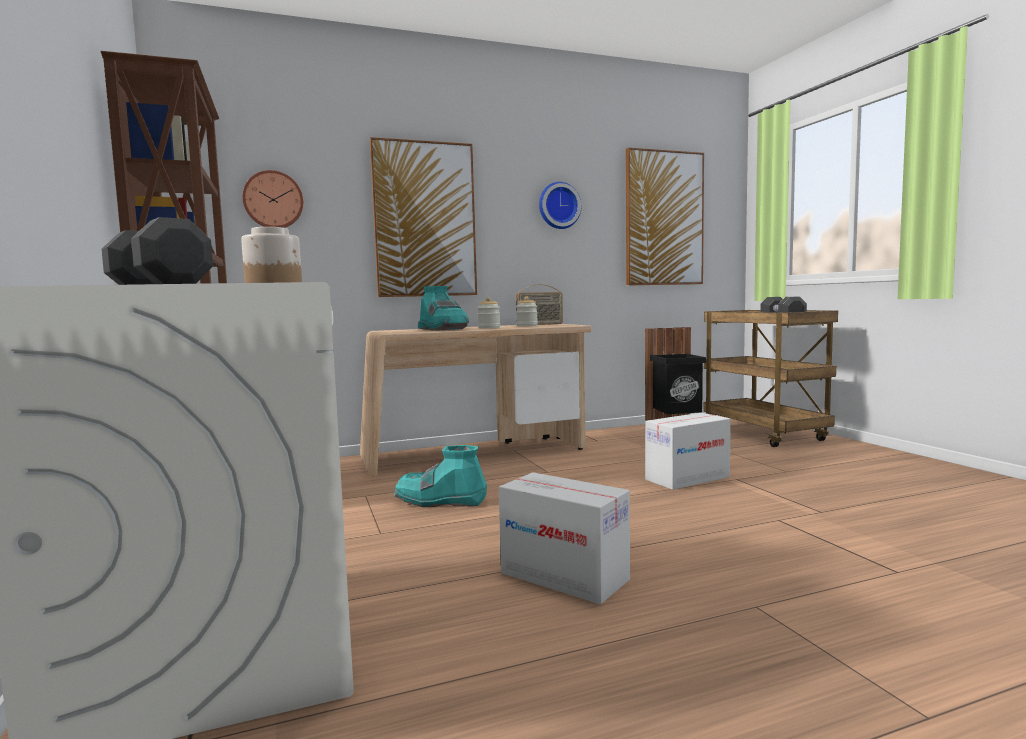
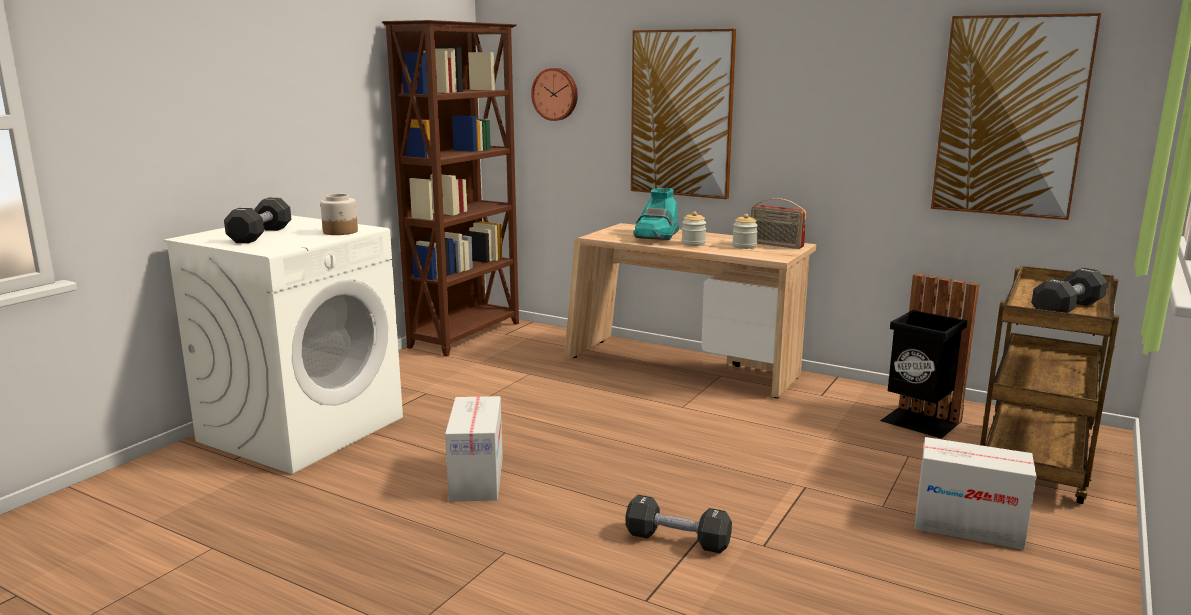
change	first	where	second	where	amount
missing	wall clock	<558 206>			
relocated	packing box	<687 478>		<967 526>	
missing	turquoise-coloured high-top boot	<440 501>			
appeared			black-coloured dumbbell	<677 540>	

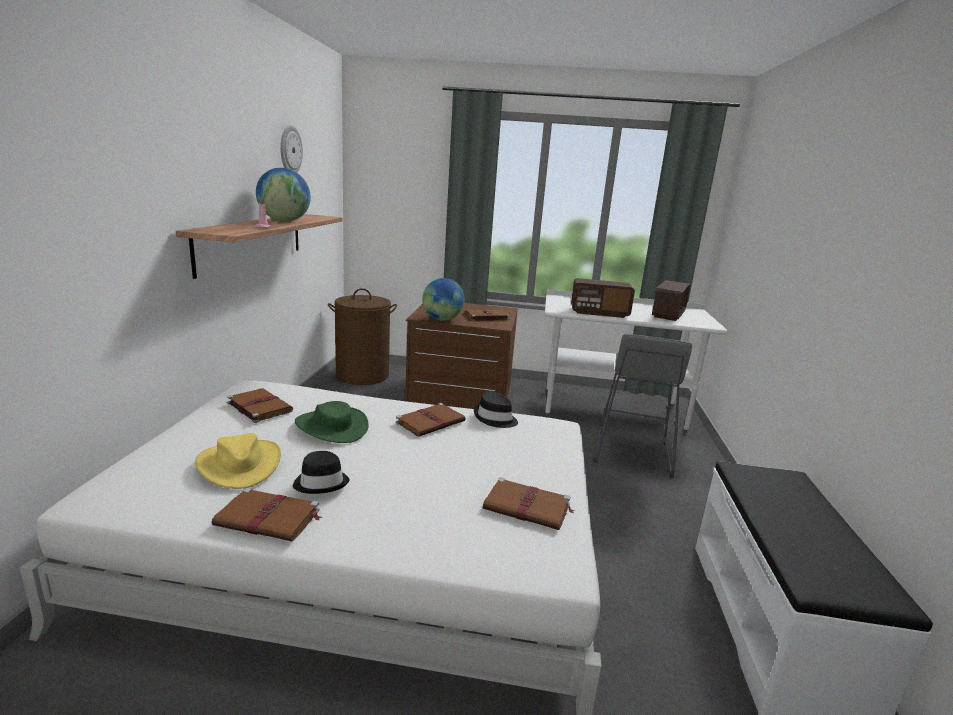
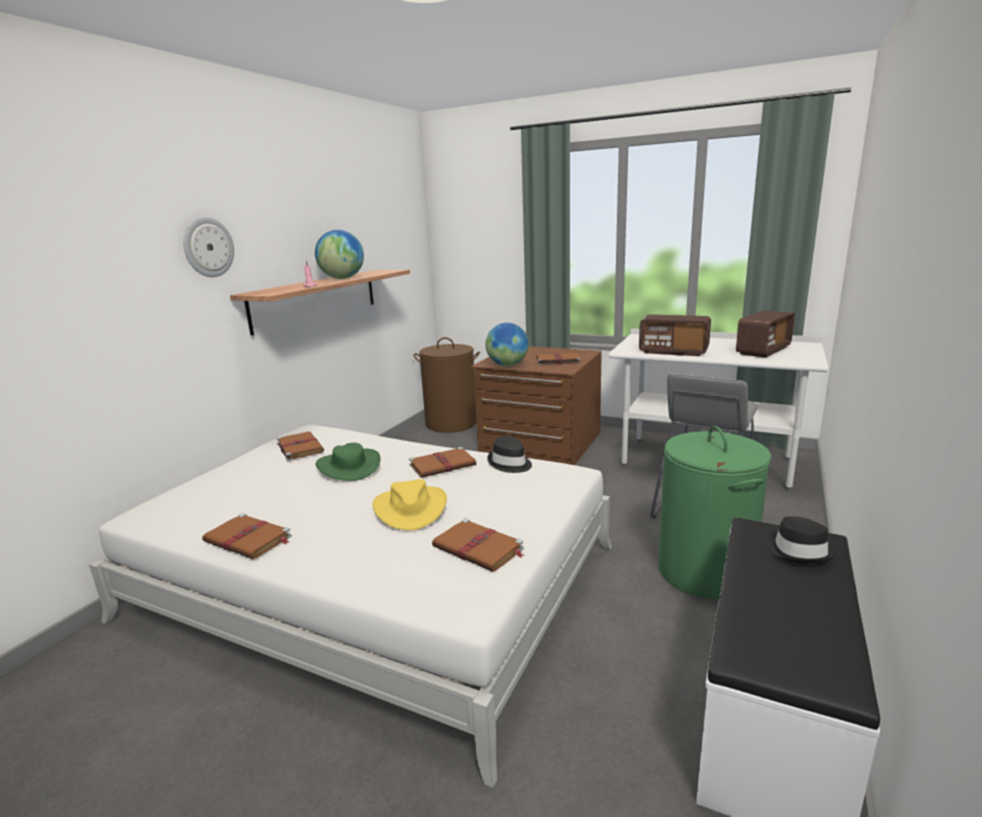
change	first	where	second	where	amount
relocated	wall clock	<290 150>		<208 247>	
relocated	yellow wearable hat	<239 464>		<410 508>	
relocated	black-coloured wearable hat	<321 482>		<798 551>	
appeared			greenish washing basket	<705 572>	

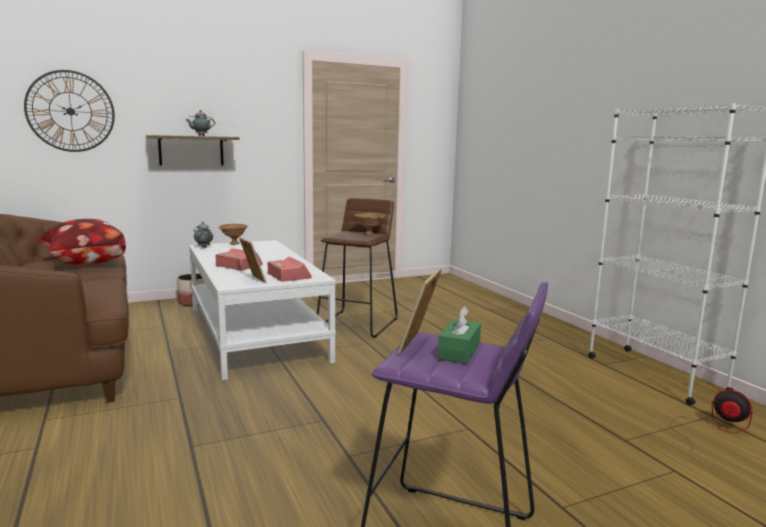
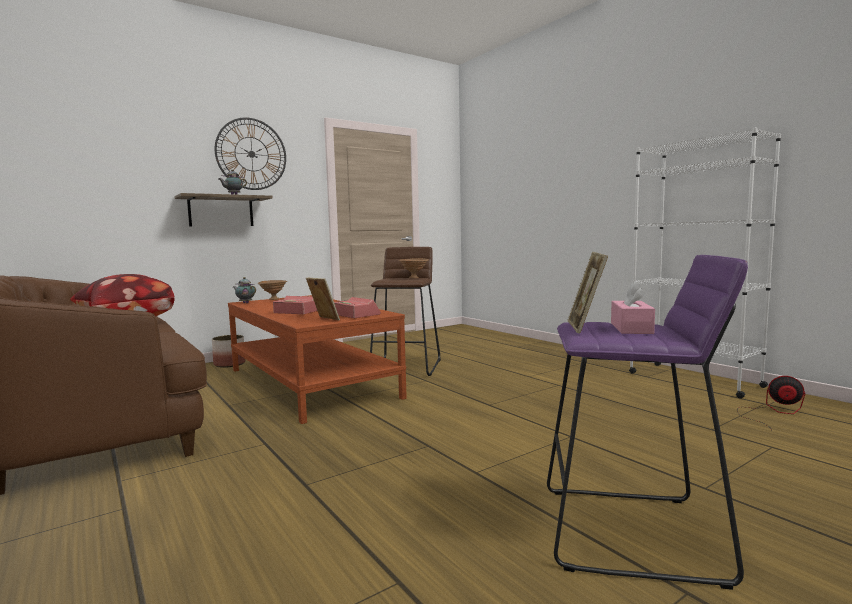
change	first	where	second	where	amount
relocated	wall clock	<70 111>		<251 154>	
colour	white low table	<255 333>	brown low table	<310 383>	
colour	greenish tissue holder	<459 351>	pink-coloured tissue holder	<631 328>	

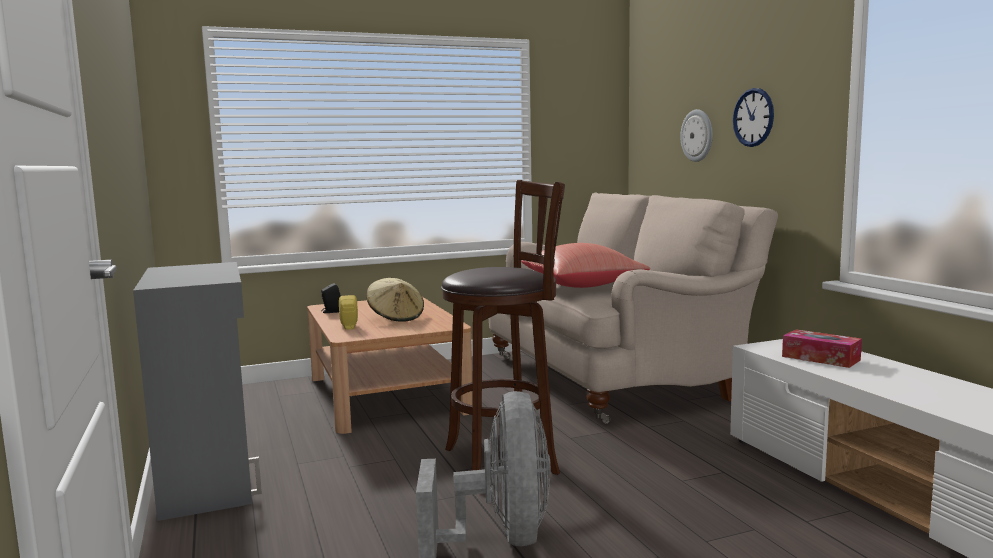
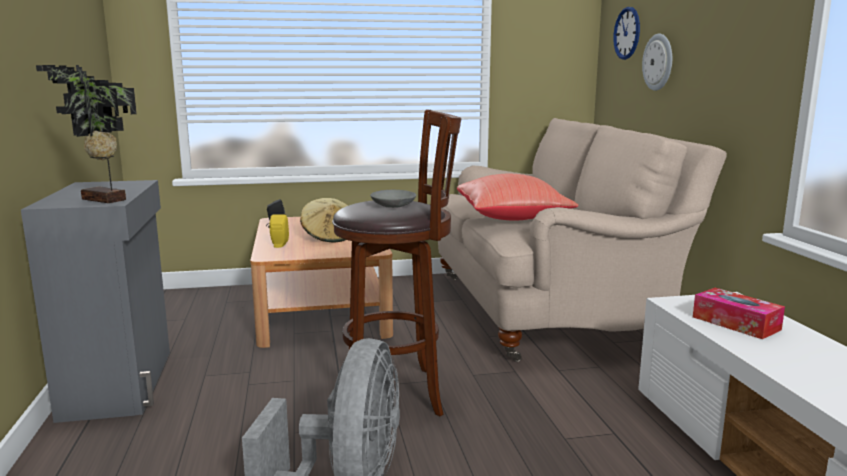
change	first	where	second	where	amount
relocated	wall clock	<753 117>		<627 33>	
appeared			plant in a pot	<102 200>	
appeared			greyish serving bowl	<393 206>	

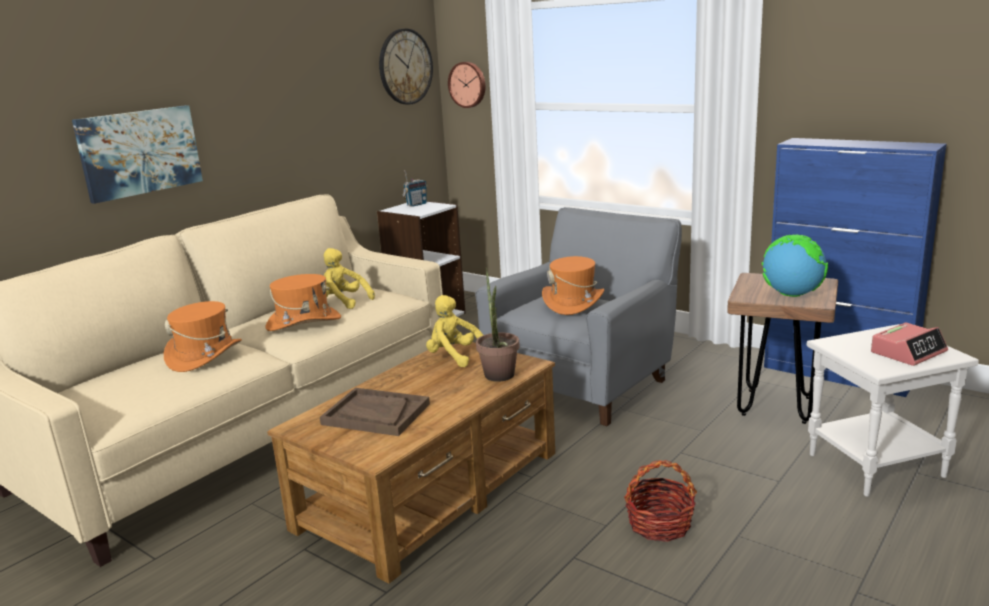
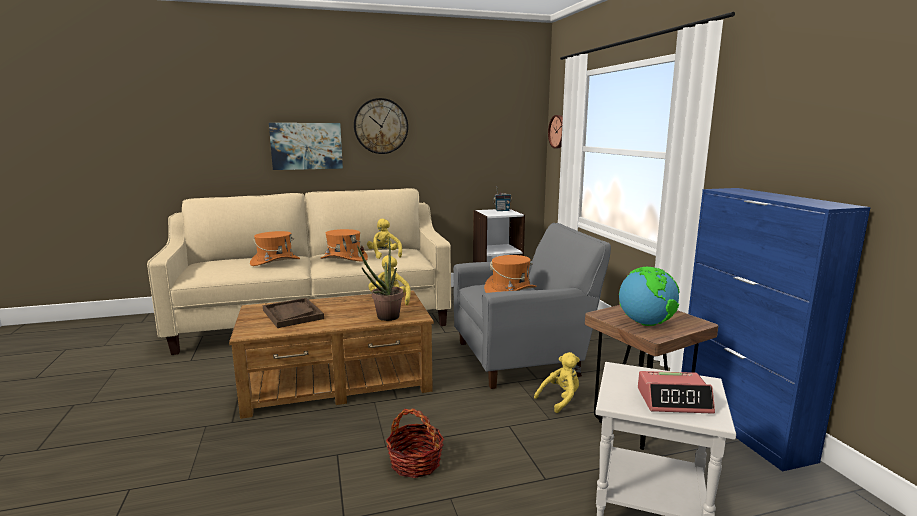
change	first	where	second	where	amount
relocated	wall clock	<405 67>		<381 126>	
appeared			yellow plush toy	<560 399>	

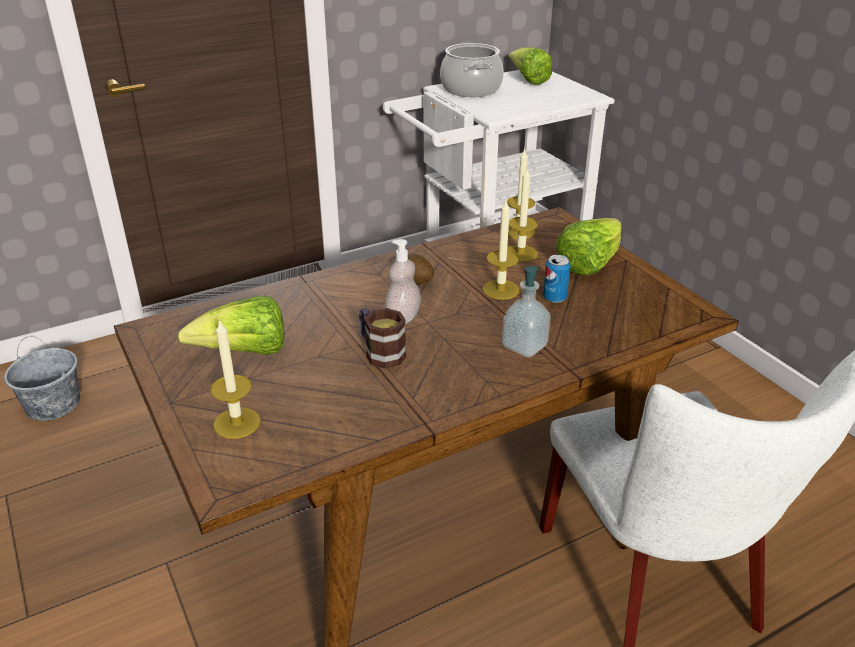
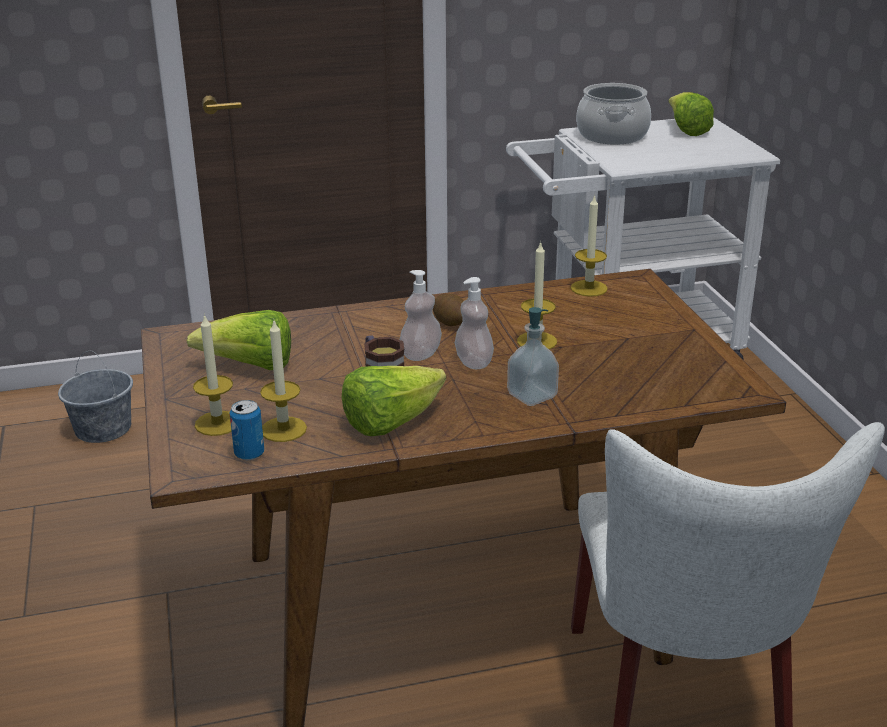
change	first	where	second	where	amount
relocated	wax candle	<520 253>		<283 429>	
relocated	lettuce head	<589 264>		<391 422>	
relocated	metal can	<554 298>		<249 454>	
appeared			liquid soap bottle	<474 362>	

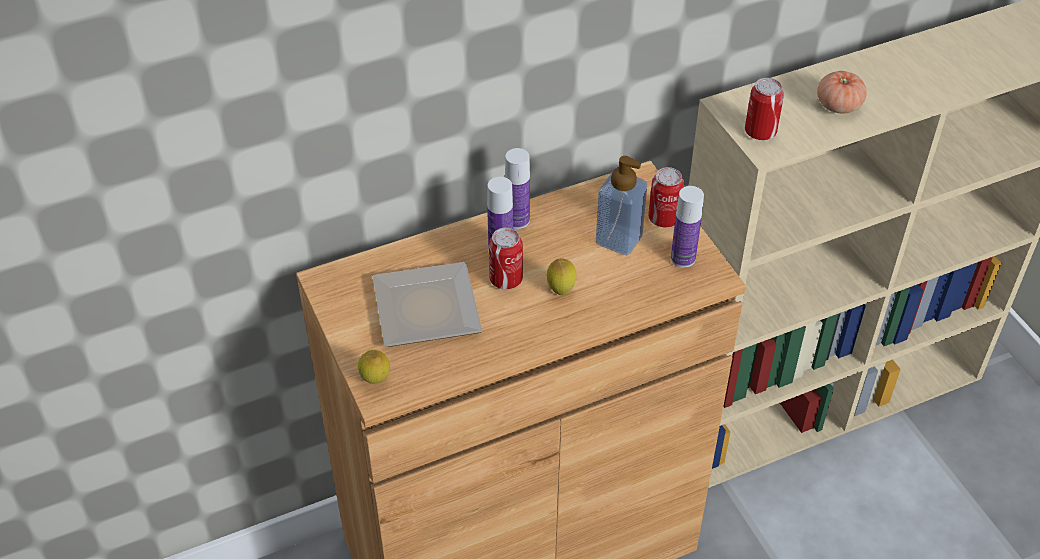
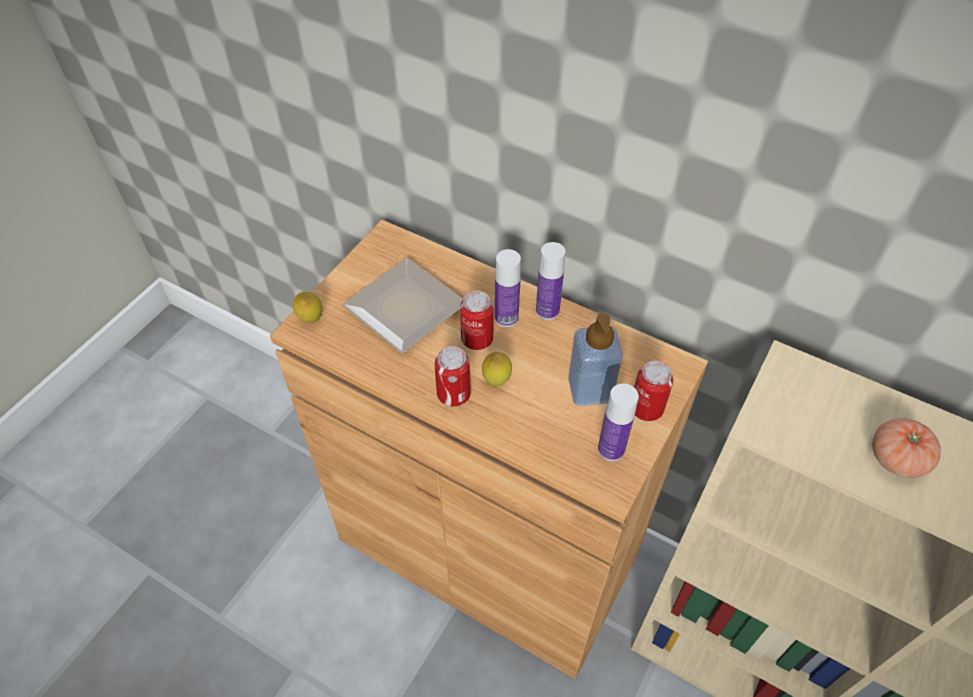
change	first	where	second	where	amount
relocated	metal can	<760 132>		<453 394>	

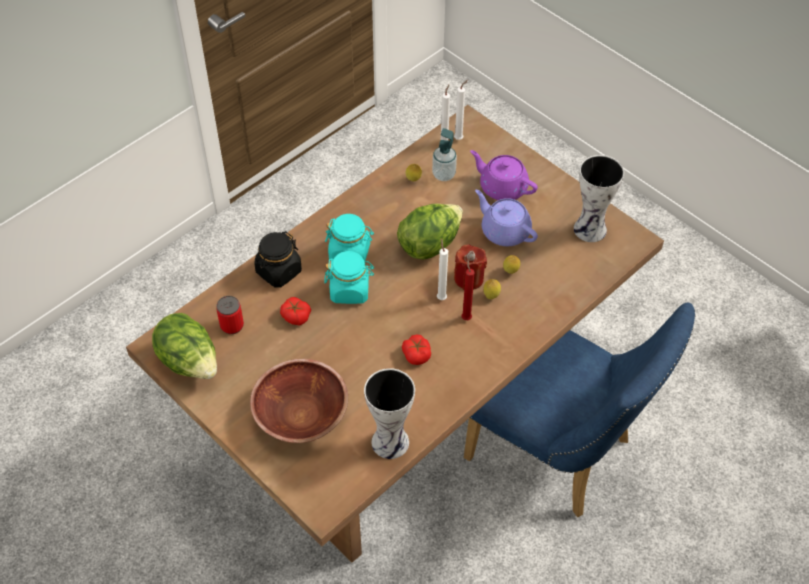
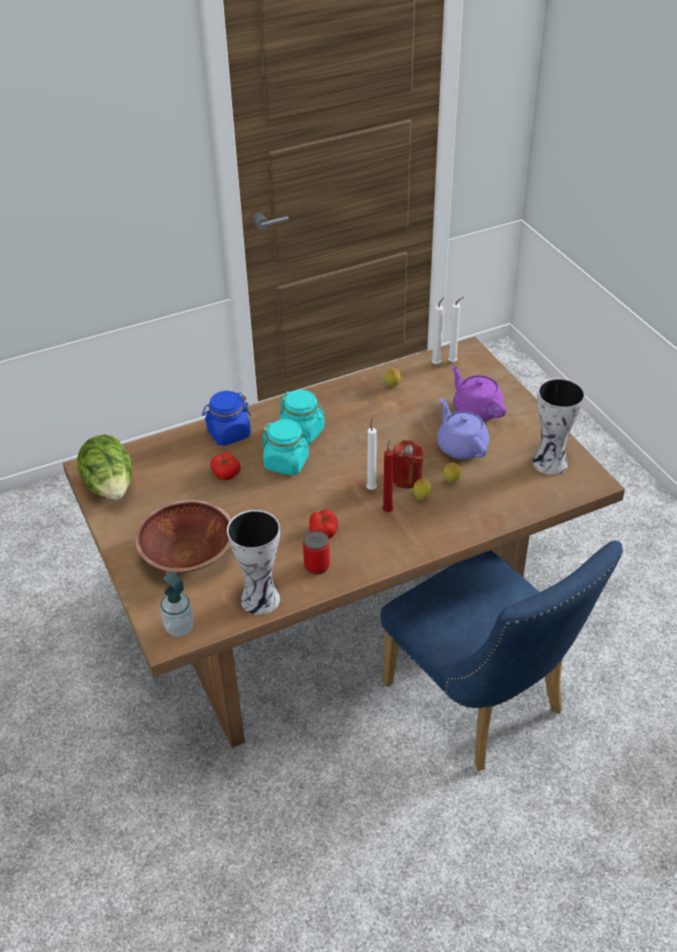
change	first	where	second	where	amount
relocated	liquid soap bottle	<443 174>		<179 627>	
missing	lettuce head	<430 244>			
colour	black-coloured jar	<278 272>	blue-coloured jar	<228 433>	
relocated	metal can	<232 325>		<317 566>	

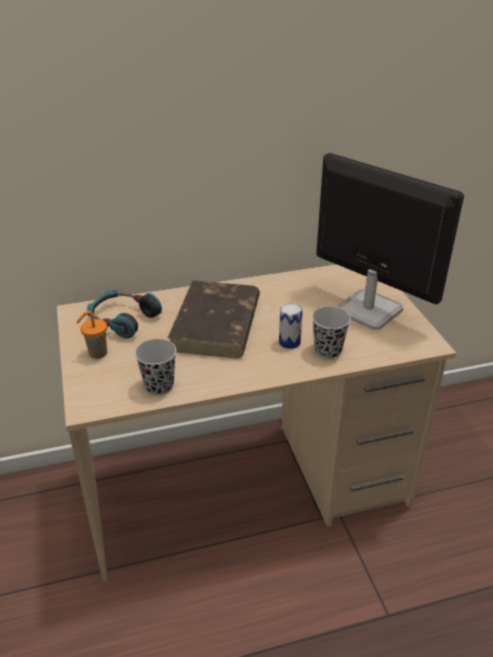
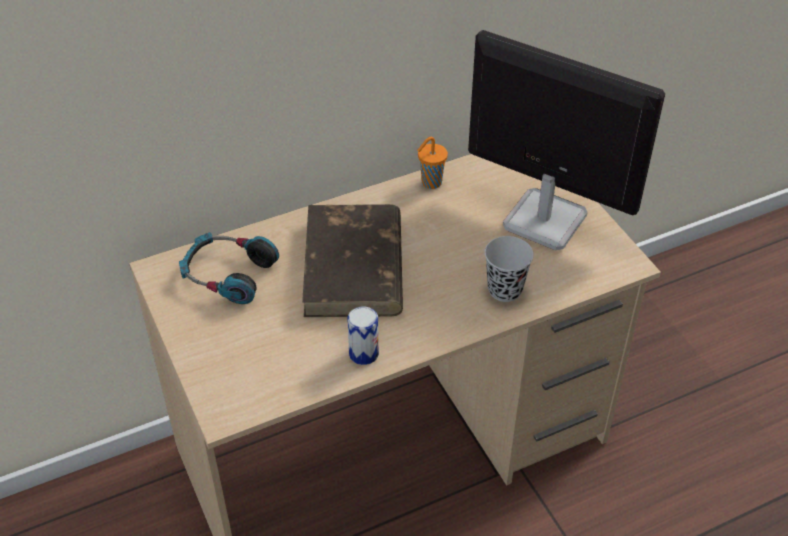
change	first	where	second	where	amount
relocated	metal can	<289 342>		<363 353>	
relocated	orangey small cup	<97 354>		<430 183>	
missing	black-coloured small cup	<159 386>			

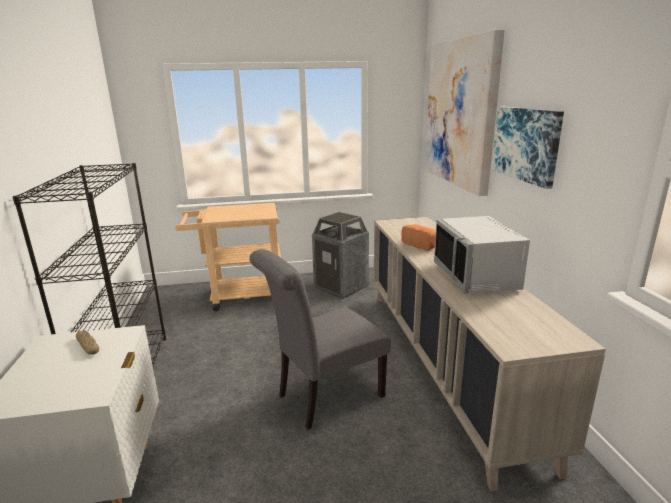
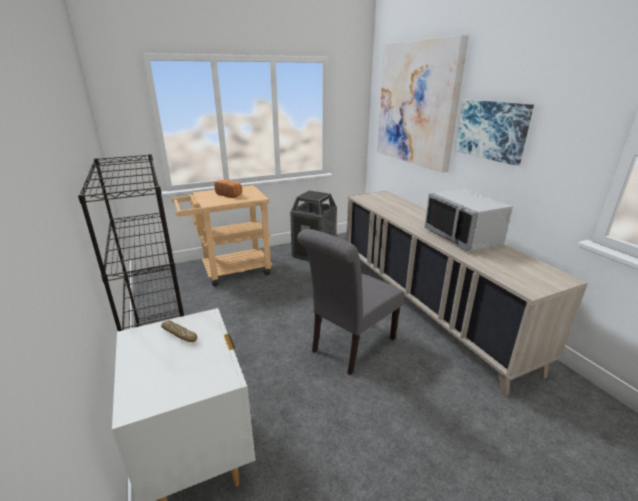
change	first	where	second	where	amount
relocated	baked bread	<421 245>		<230 195>	

